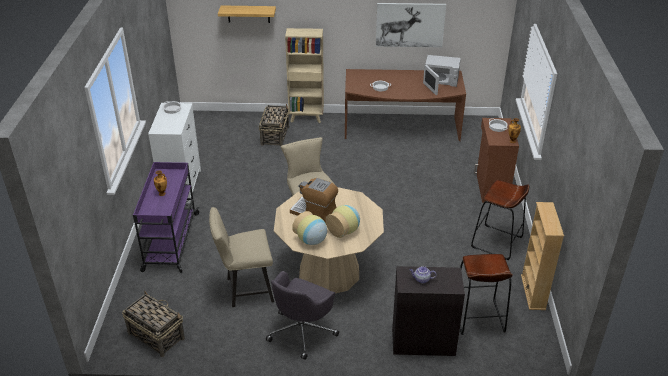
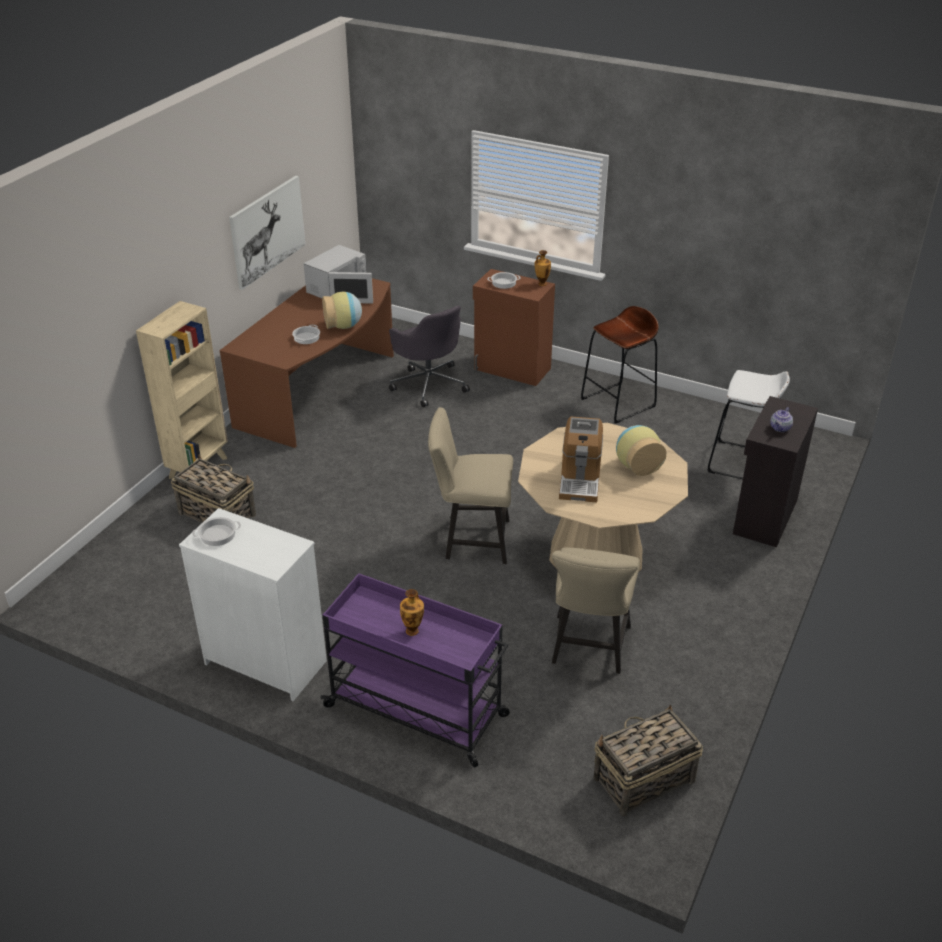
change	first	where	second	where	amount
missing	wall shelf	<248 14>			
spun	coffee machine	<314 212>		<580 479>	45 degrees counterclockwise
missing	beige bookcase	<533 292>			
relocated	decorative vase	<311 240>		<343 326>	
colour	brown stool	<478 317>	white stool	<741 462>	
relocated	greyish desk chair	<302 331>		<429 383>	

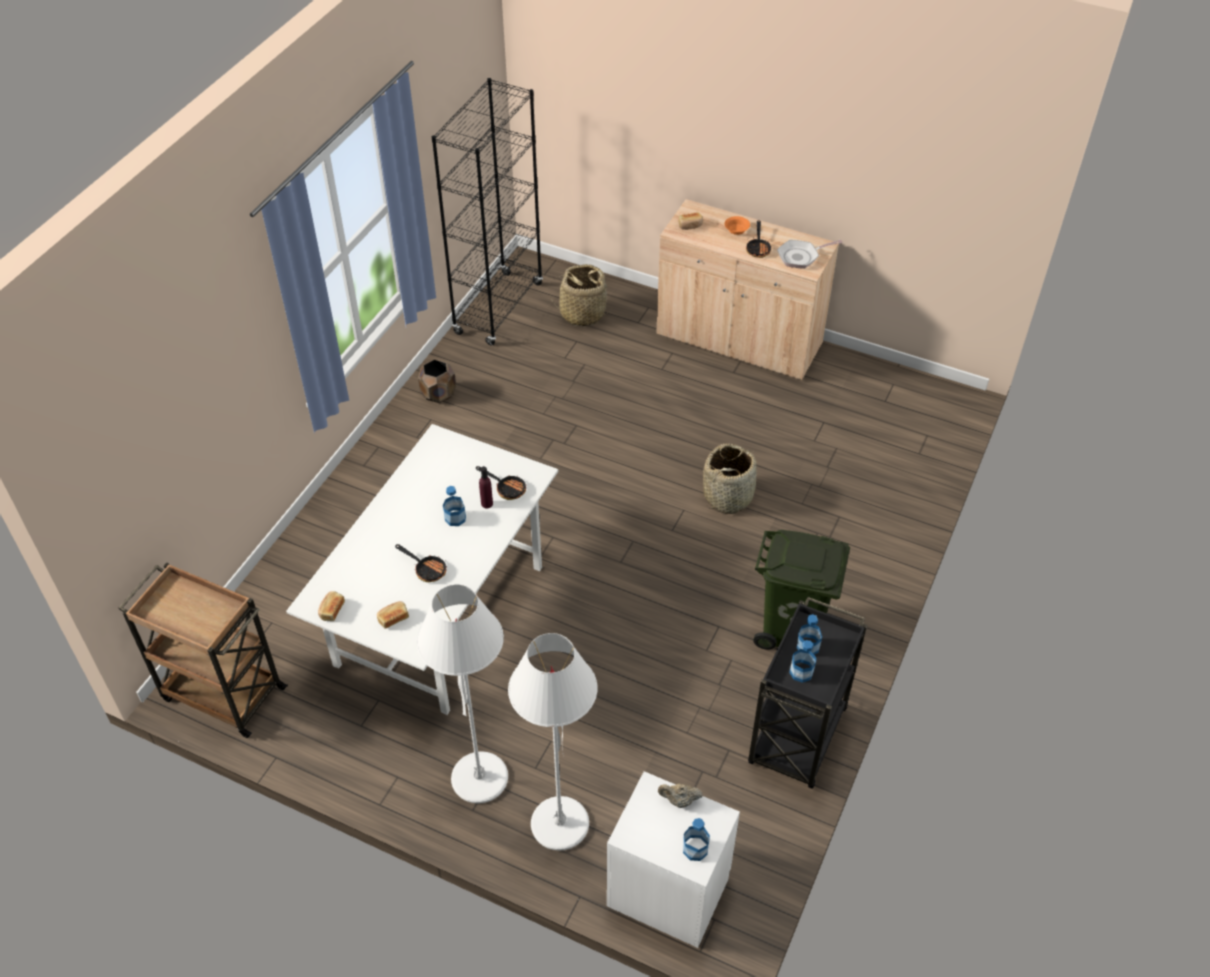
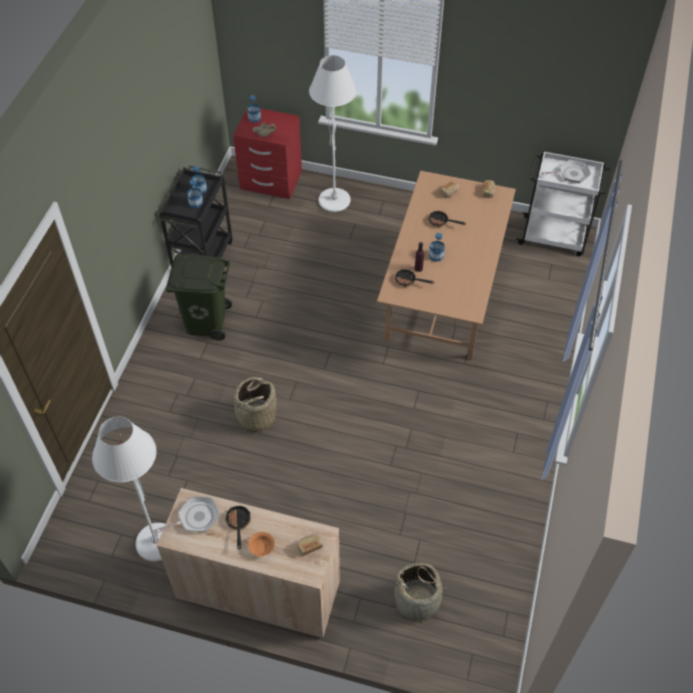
change	first	where	second	where	amount
missing	black-coloured bookcase	<498 308>			
missing	brown flower pot	<439 394>			
colour	white dining table	<440 613>	brown dining table	<443 299>	
colour	brown trolley	<221 693>	white trolley	<554 236>	
relocated	white floor lamp	<480 778>		<156 542>	
colour	white night table	<669 890>	red night table	<271 181>	
appeared			frying pan	<571 174>	

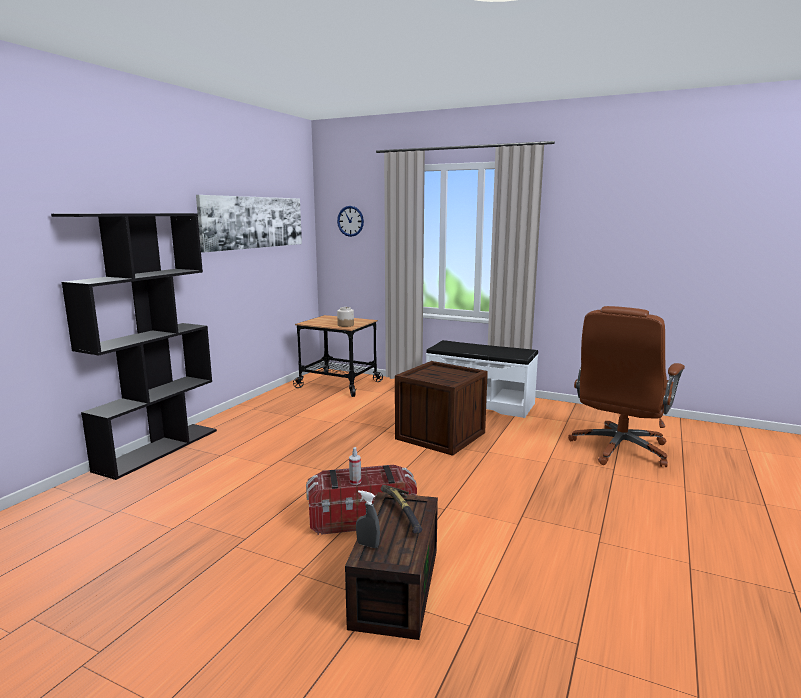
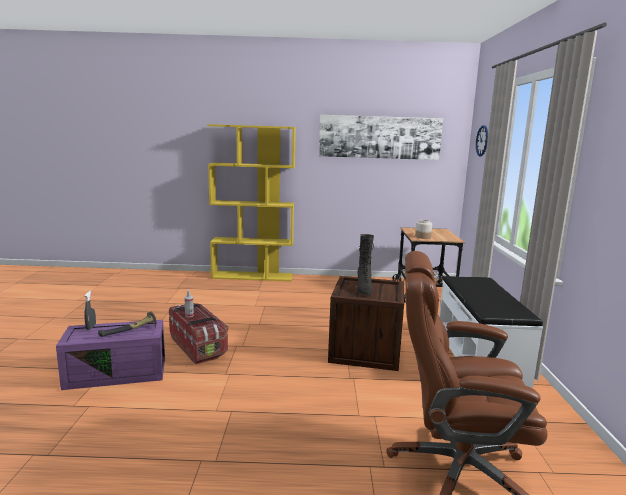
change	first	where	second	where	amount
colour	black-coloured bookcase	<158 449>	yellow bookcase	<253 276>	
colour	brown storage container	<394 585>	purple storage container	<118 372>	
appeared			black-coloured high-top boot	<364 289>	

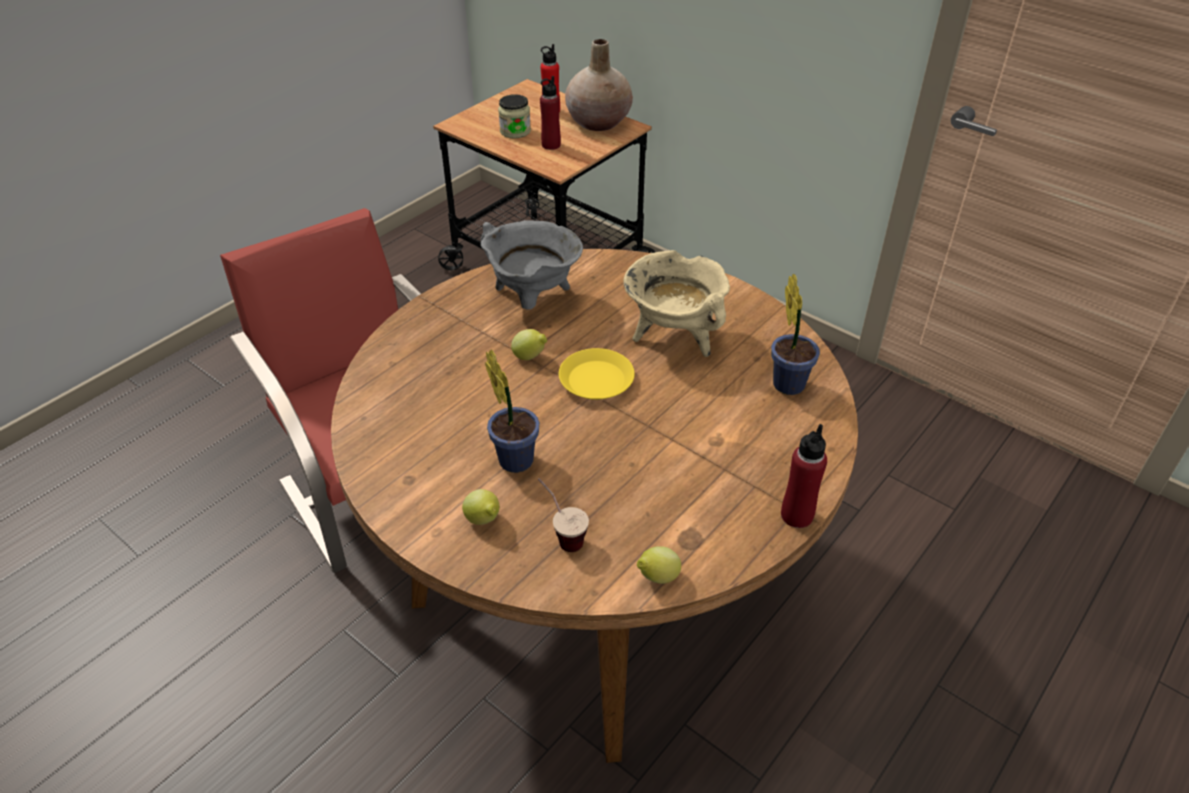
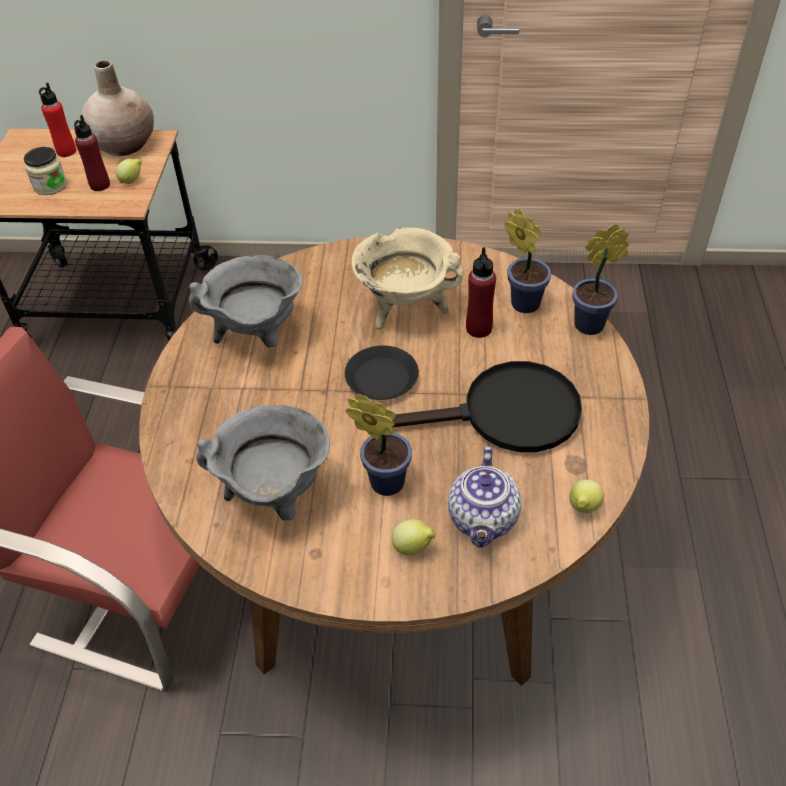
change	first	where	second	where	amount
relocated	citrus fruit	<530 357>		<132 181>	
colour	yellow plate	<596 380>	black-coloured plate	<382 378>	
relocated	red beverage bottle	<796 515>		<478 328>	
exchanged	small cup	<561 535>	teapot	<483 520>	
appeared			plant in a pot	<593 324>	
appeared			black-coloured frying pan	<504 415>	
appeared			greyish cooking pot	<275 496>	

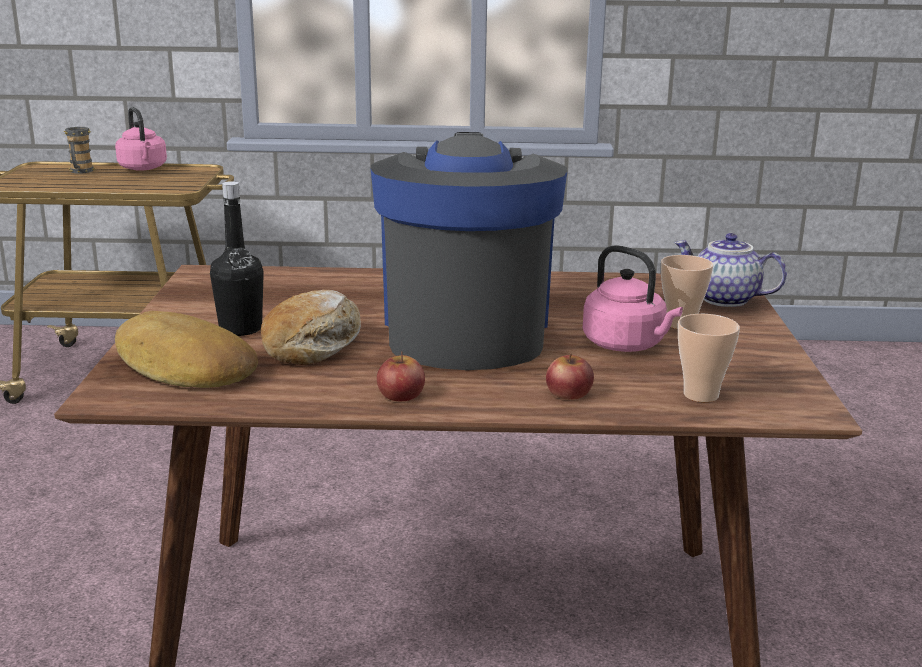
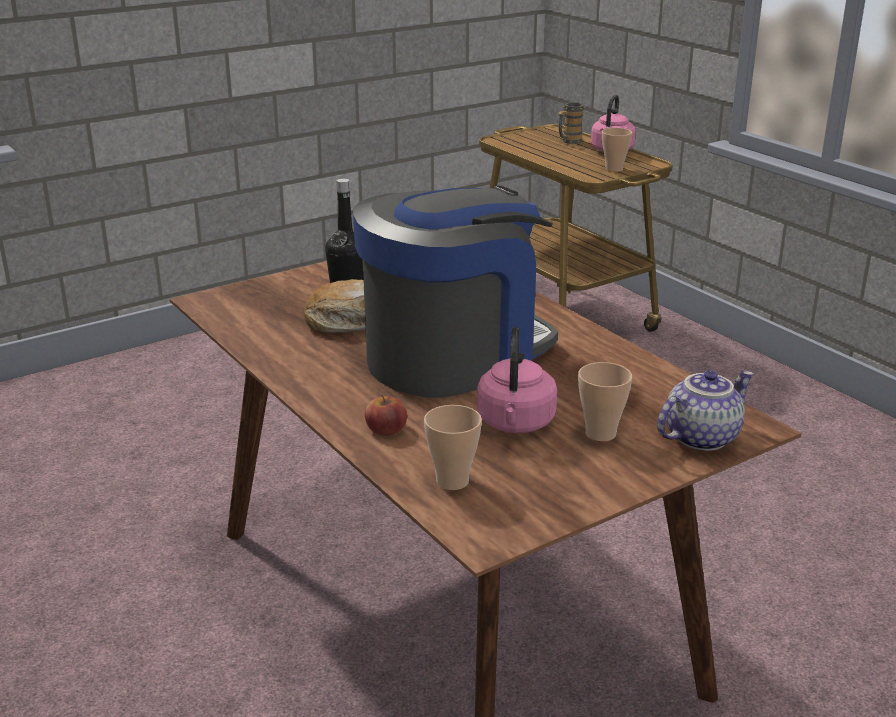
change	first	where	second	where	amount
spun	teapot	<723 299>		<700 437>	60 degrees clockwise
missing	baked bread	<182 366>			
missing	apple	<401 394>			
appeared			small cup	<614 169>	

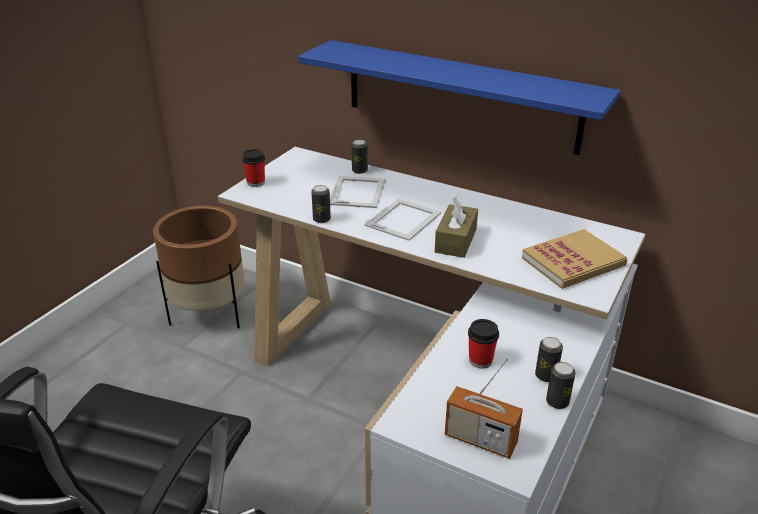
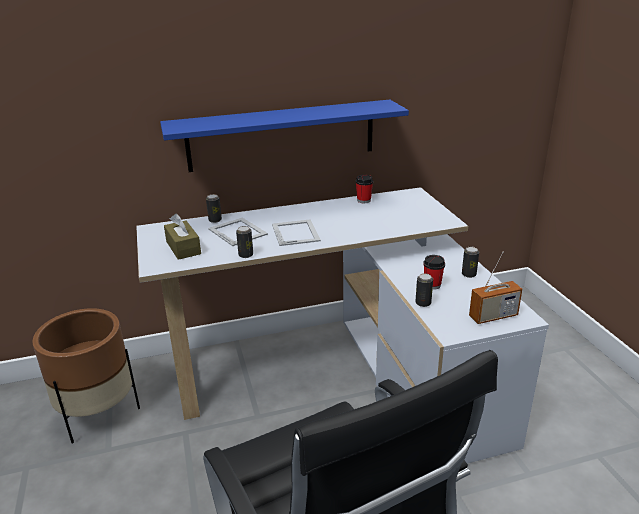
change	first	where	second	where	amount
relocated	small cup	<256 182>		<364 200>	
relocated	brown tissue holder	<456 240>		<183 248>	
missing	bound book	<573 262>			
relocated	metal can	<557 402>		<423 303>	

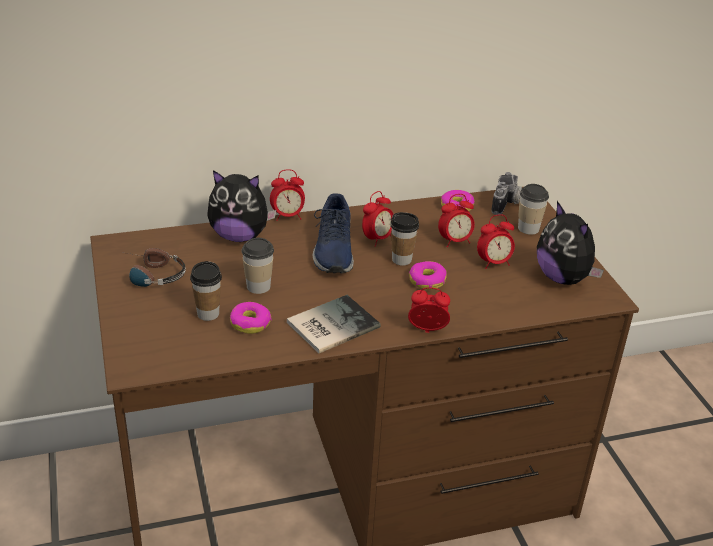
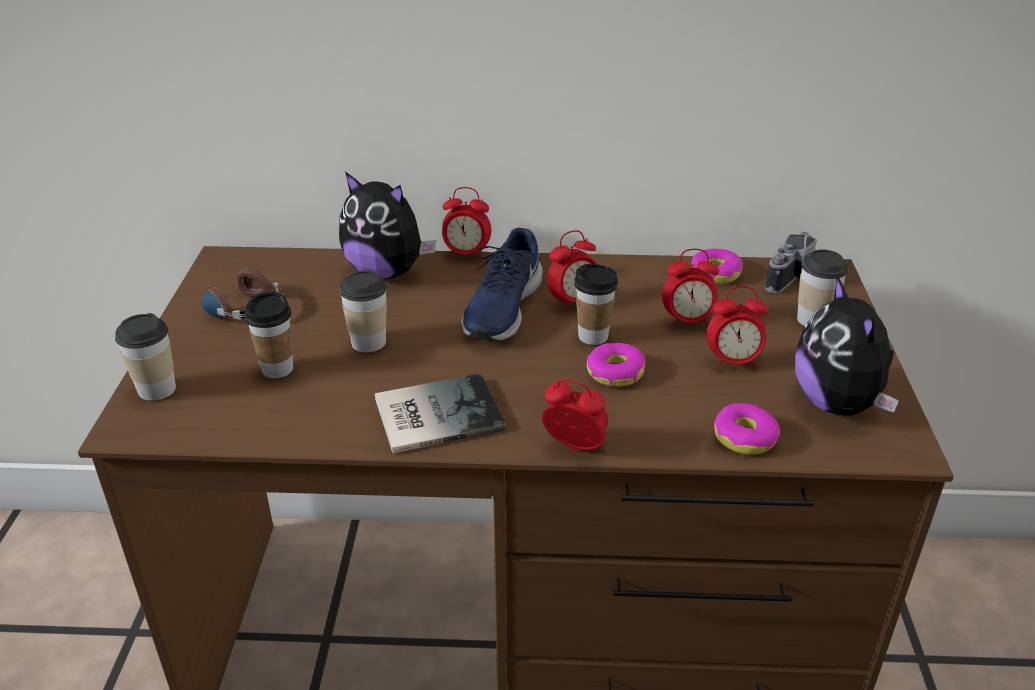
change	first	where	second	where	amount
relocated	ring doughnut	<250 323>		<745 437>	
appeared			small cup	<156 389>	

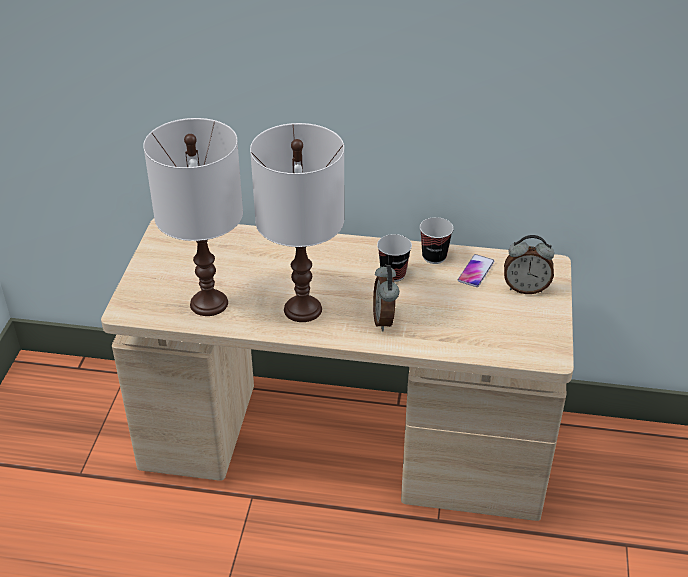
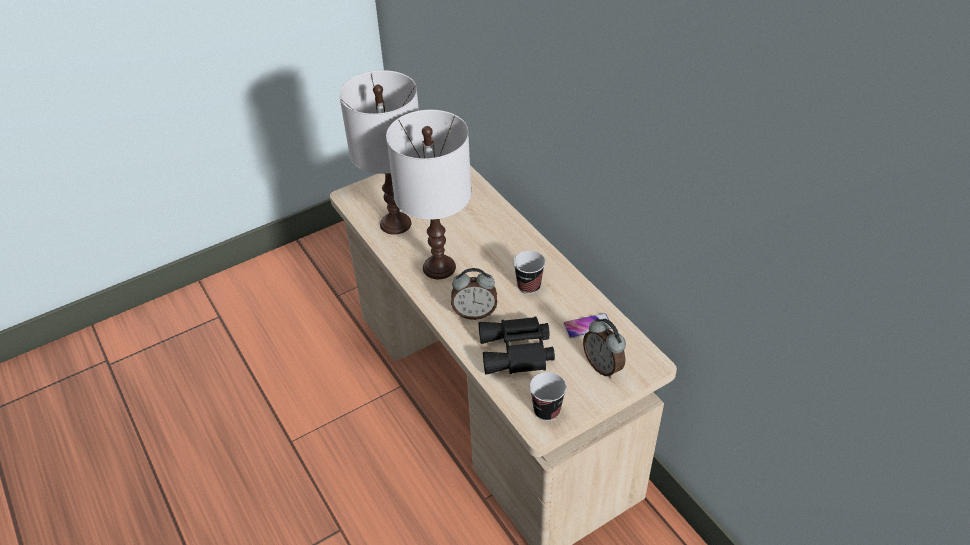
change	first	where	second	where	amount
relocated	small cup	<434 257>		<546 410>	
spun	bedside clock	<385 320>		<474 313>	135 degrees counterclockwise
appeared			black-coloured pair of binoculars	<517 352>	

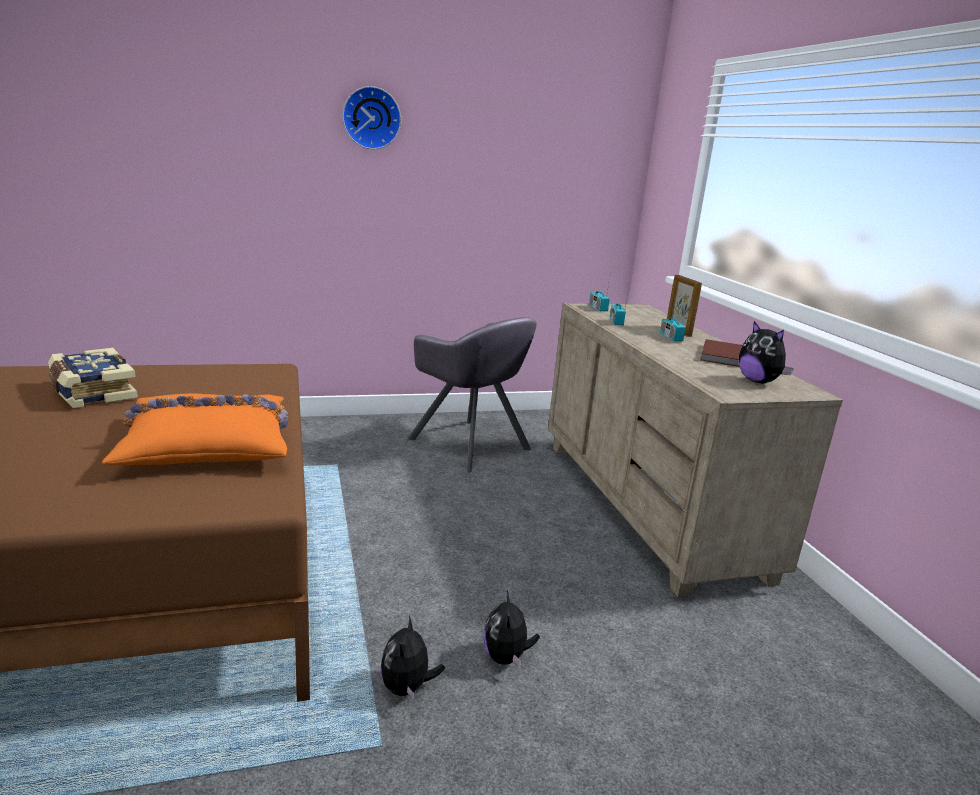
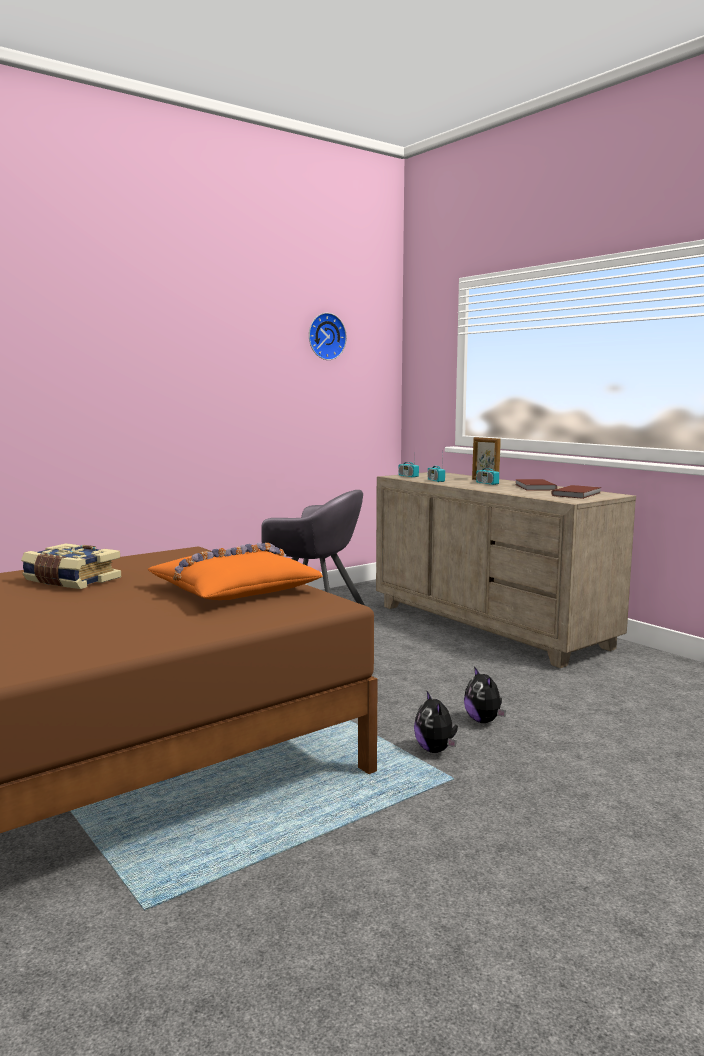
change	first	where	second	where	amount
relocated	wall clock	<371 118>		<325 336>	
exchanged	plush toy	<758 381>	brown bound book	<578 494>	

